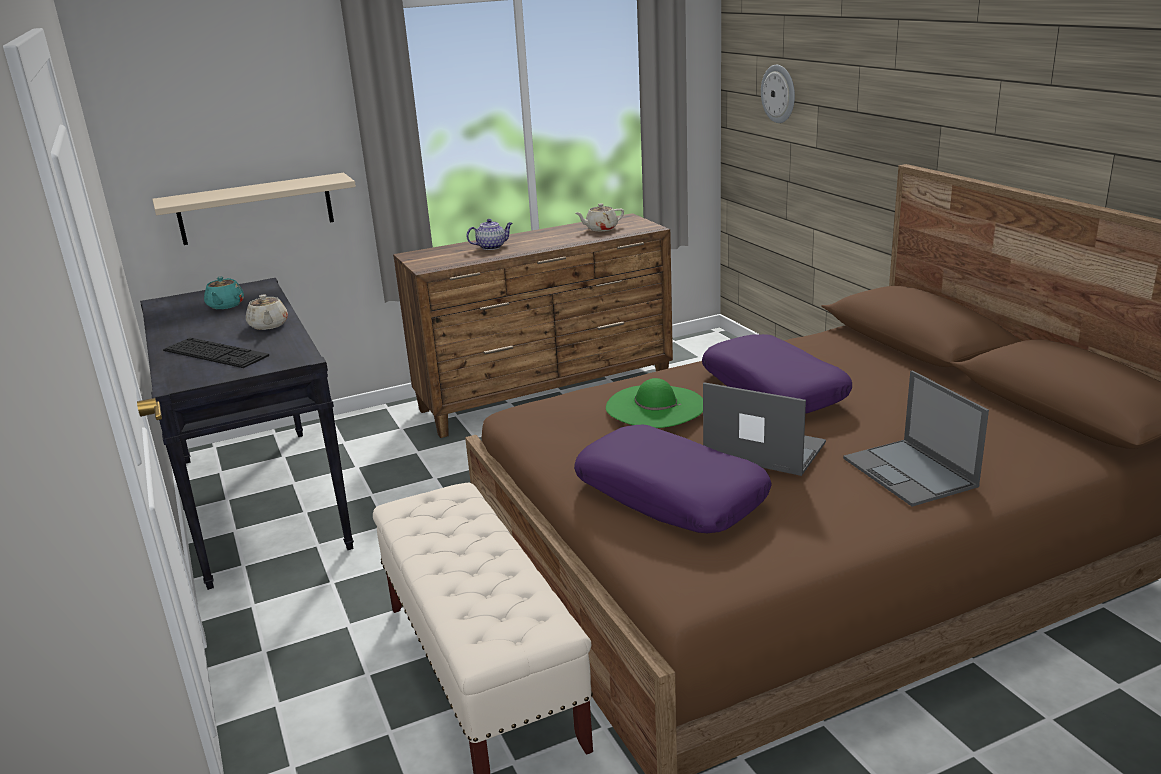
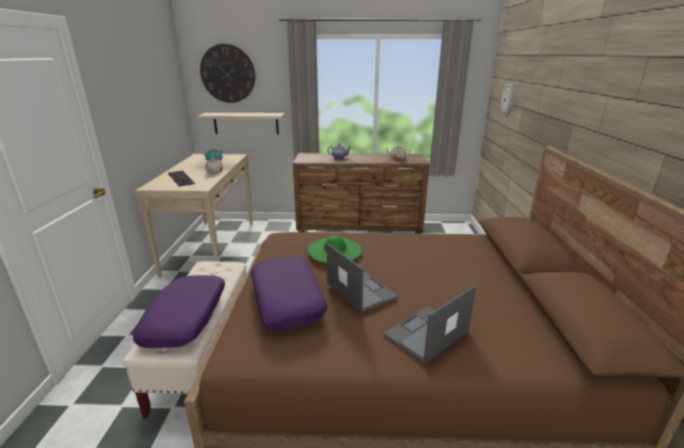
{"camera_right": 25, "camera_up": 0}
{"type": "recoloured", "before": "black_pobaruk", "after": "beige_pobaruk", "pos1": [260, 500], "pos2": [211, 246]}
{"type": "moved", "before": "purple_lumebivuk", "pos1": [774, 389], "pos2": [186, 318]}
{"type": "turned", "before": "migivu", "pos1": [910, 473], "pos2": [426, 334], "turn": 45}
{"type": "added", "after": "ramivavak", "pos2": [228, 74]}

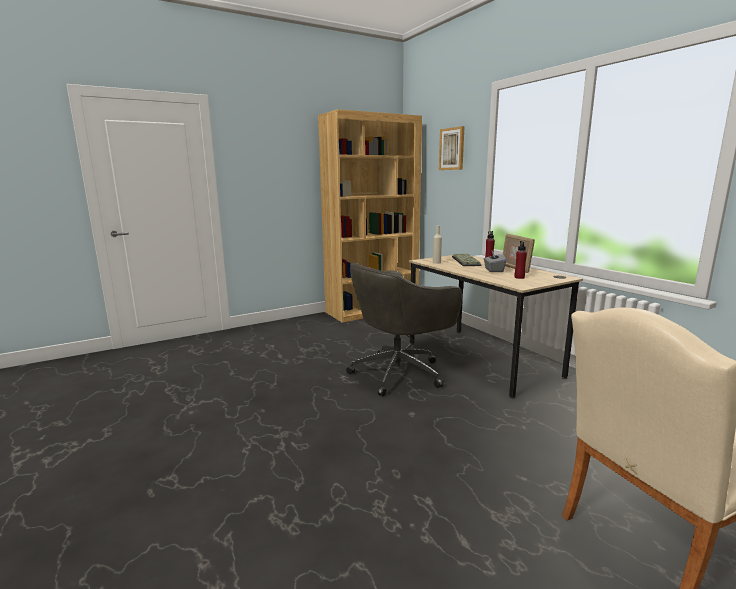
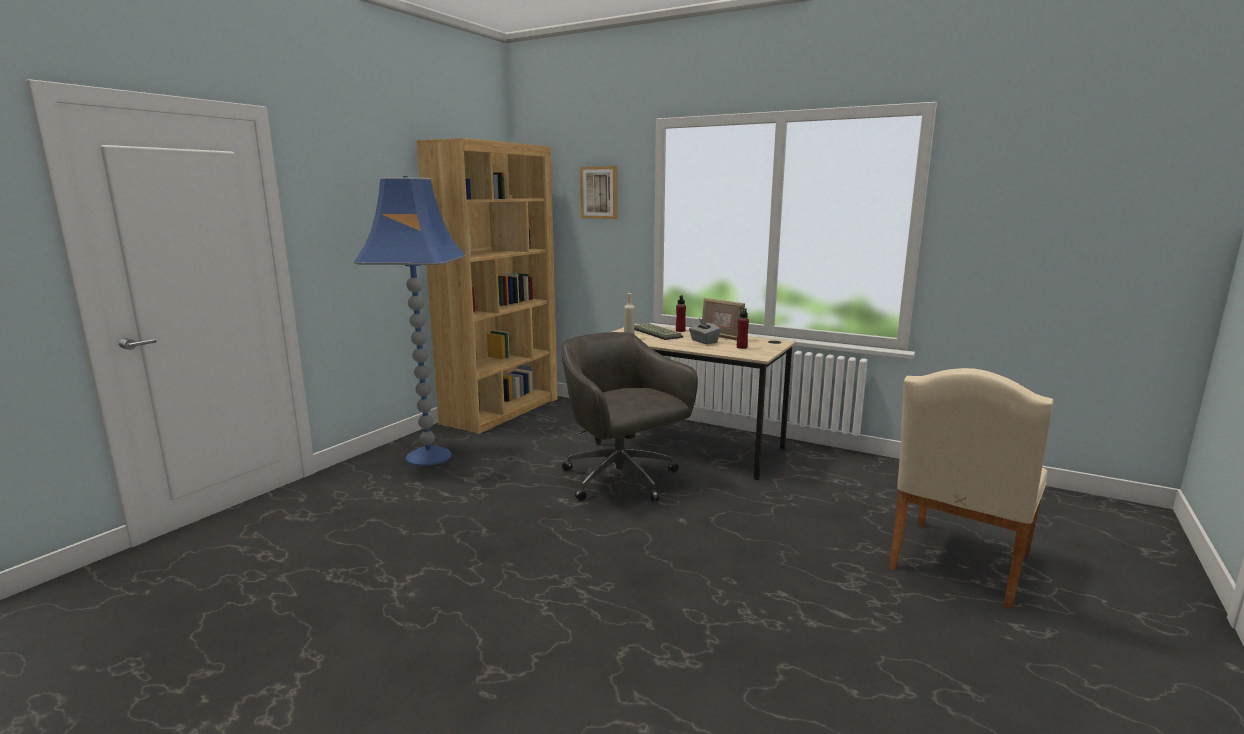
{"camera_right": -30, "camera_up": 0}
{"type": "turned", "before": "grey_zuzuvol", "pos1": [400, 373], "pos2": [622, 480], "turn": 120}
{"type": "added", "after": "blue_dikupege", "pos2": [429, 457]}

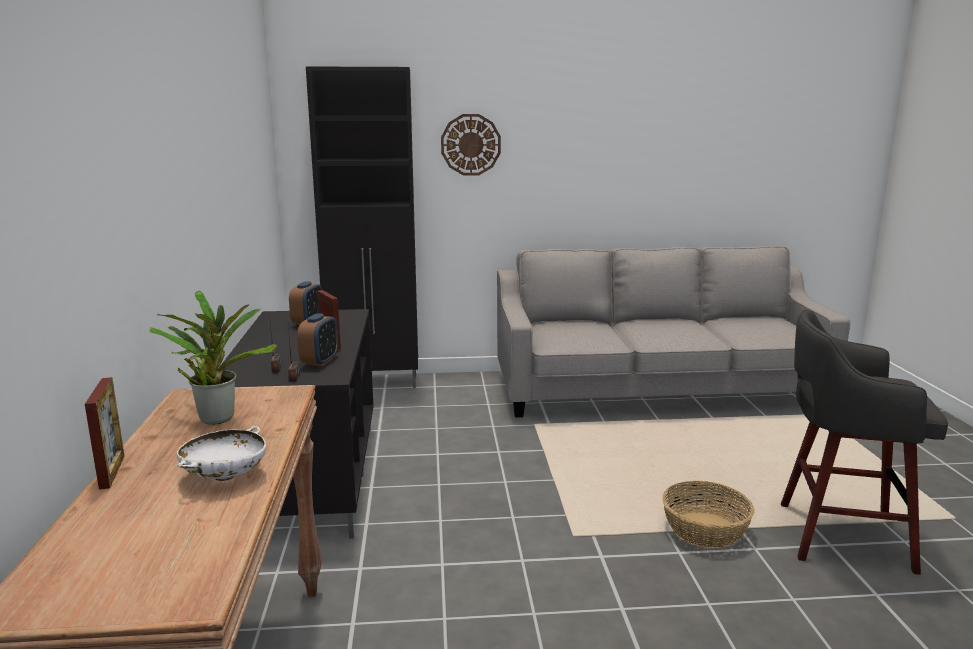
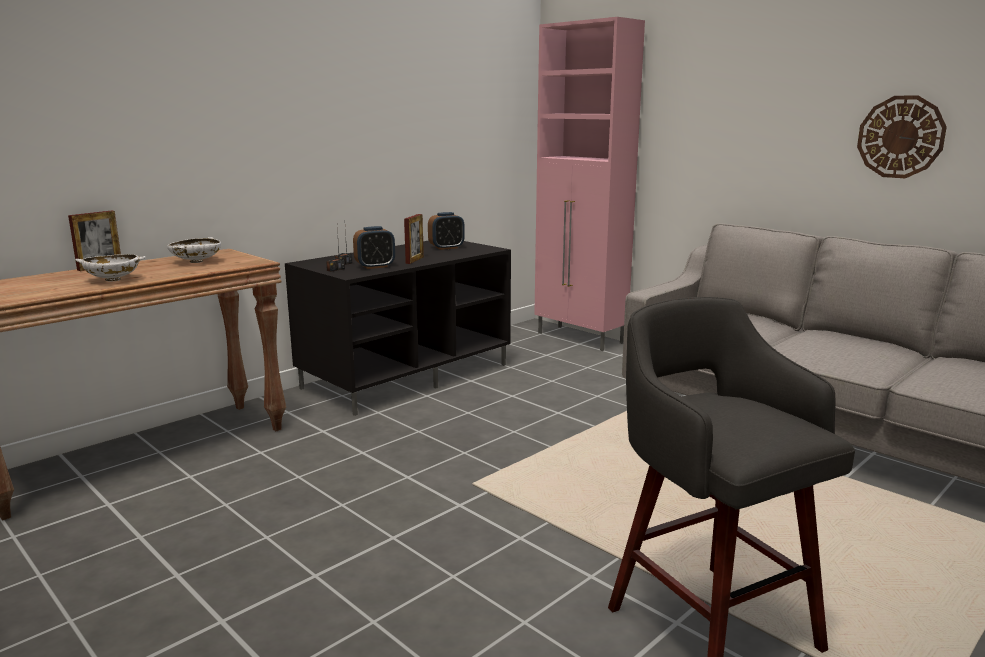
{"camera_right": 50, "camera_up": 0}
{"type": "recoloured", "before": "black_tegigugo", "after": "pink_tegigugo", "pos1": [375, 383], "pos2": [580, 338]}
{"type": "moved", "before": "ramivavak", "pos1": [470, 144], "pos2": [900, 137]}
{"type": "replaced", "before": "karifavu", "after": "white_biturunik", "pos1": [217, 417], "pos2": [196, 262]}
{"type": "removed", "before": "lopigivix", "pos1": [705, 530]}

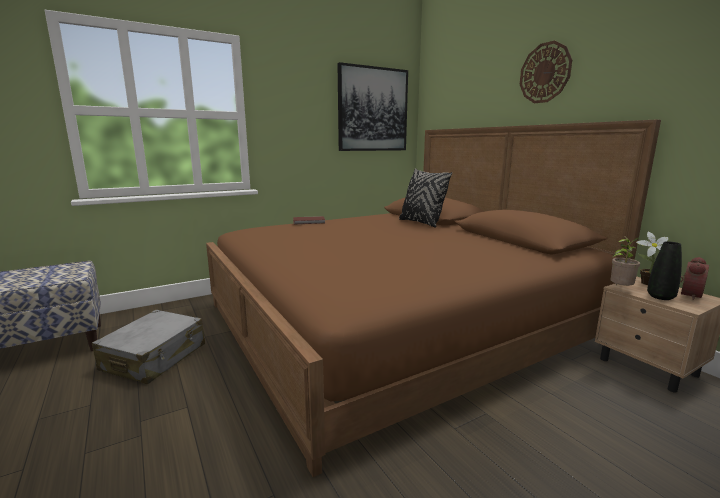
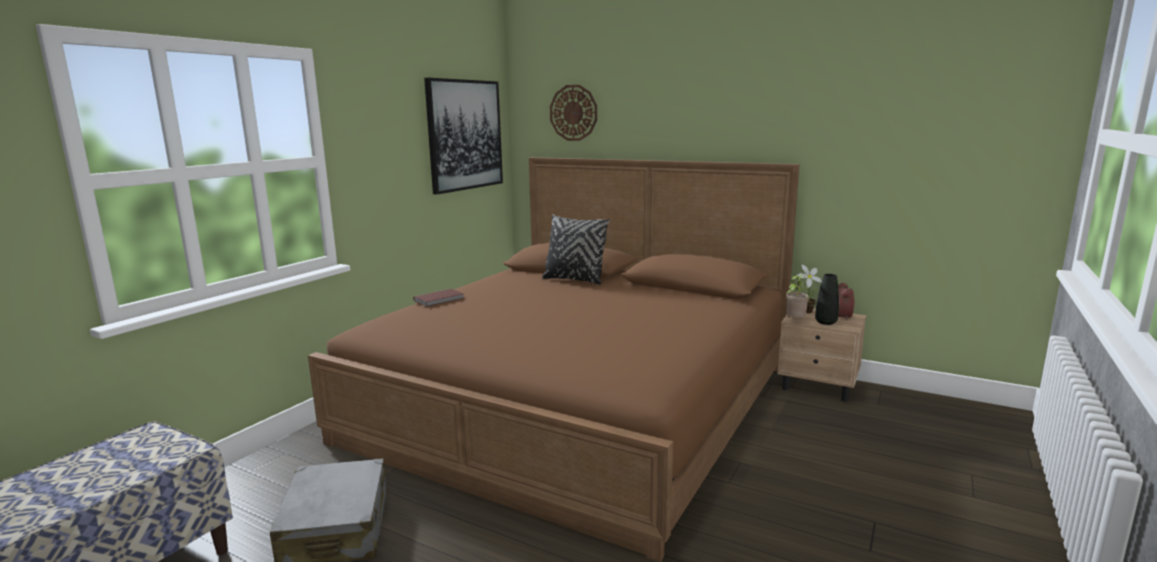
{"camera_right": -30, "camera_up": 0}
{"type": "moved", "before": "ramivavak", "pos1": [545, 73], "pos2": [573, 113]}

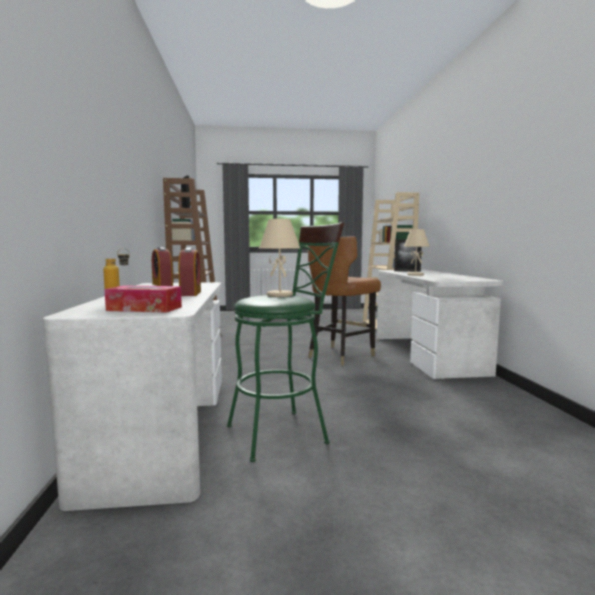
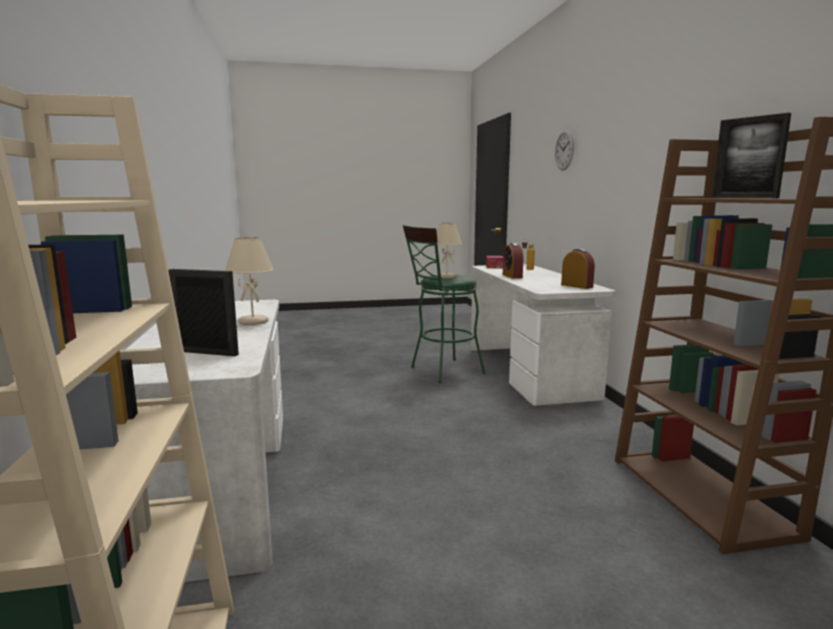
{"camera_right": 175, "camera_up": 5}
{"type": "removed", "before": "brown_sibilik", "pos1": [340, 356]}
{"type": "added", "after": "ramivavak", "pos2": [564, 150]}

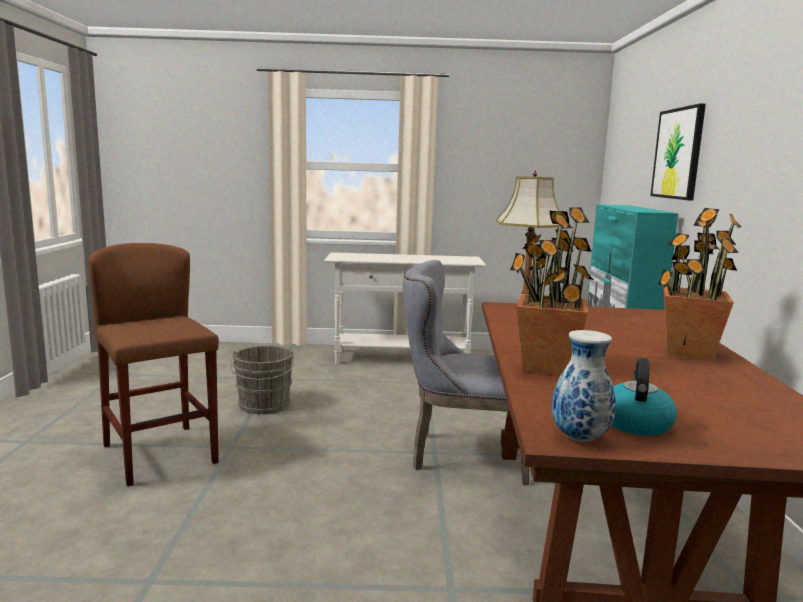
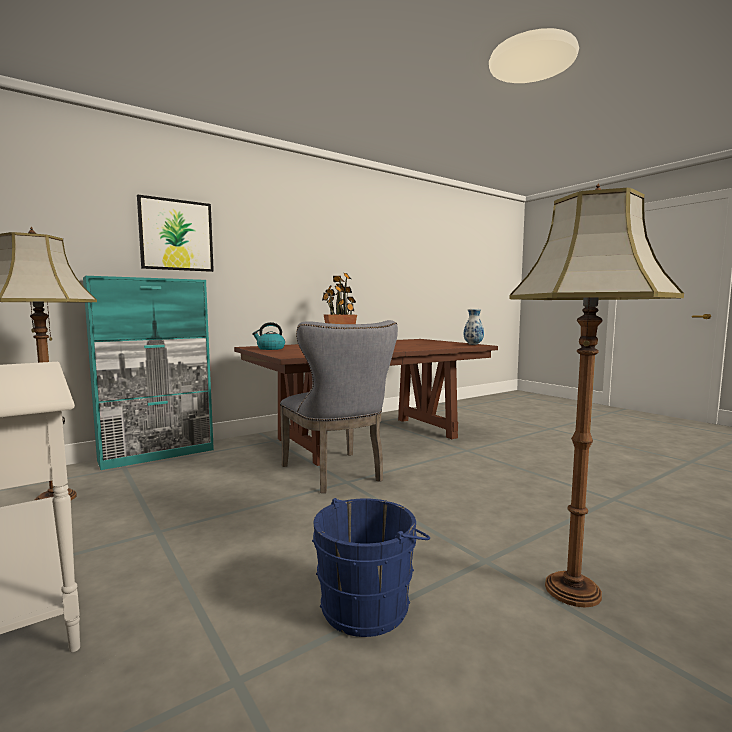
{"camera_right": -125, "camera_up": -5}
{"type": "removed", "before": "karifavu", "pos1": [546, 367]}
{"type": "replaced", "before": "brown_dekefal", "after": "dikupege", "pos1": [160, 454], "pos2": [573, 591]}
{"type": "recoloured", "before": "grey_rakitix", "after": "blue_rakitix", "pos1": [264, 406], "pos2": [369, 605]}
{"type": "moved", "before": "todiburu", "pos1": [635, 423], "pos2": [270, 348]}

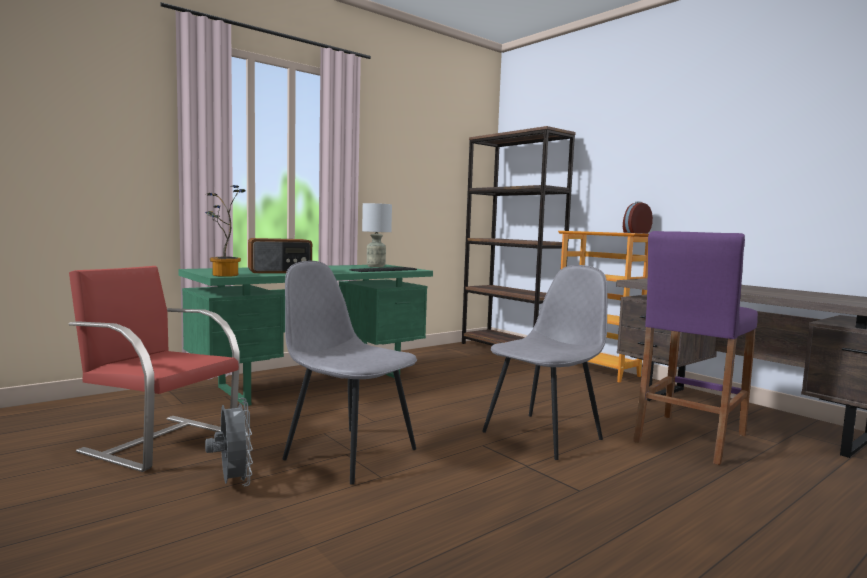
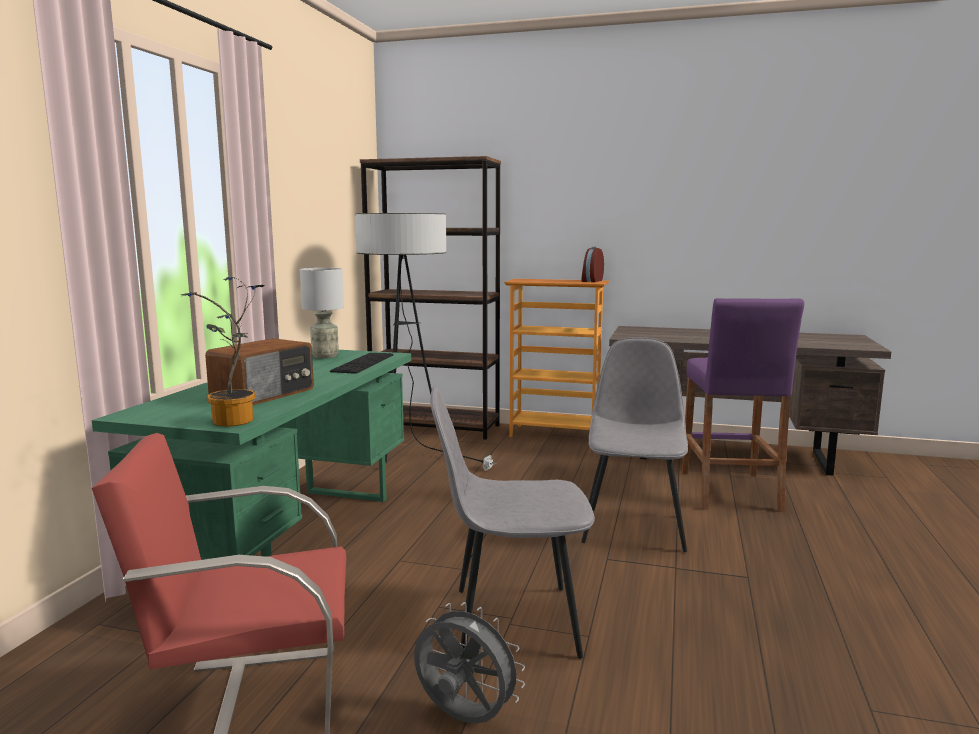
{"camera_right": -35, "camera_up": 5}
{"type": "added", "after": "dikupege", "pos2": [410, 458]}

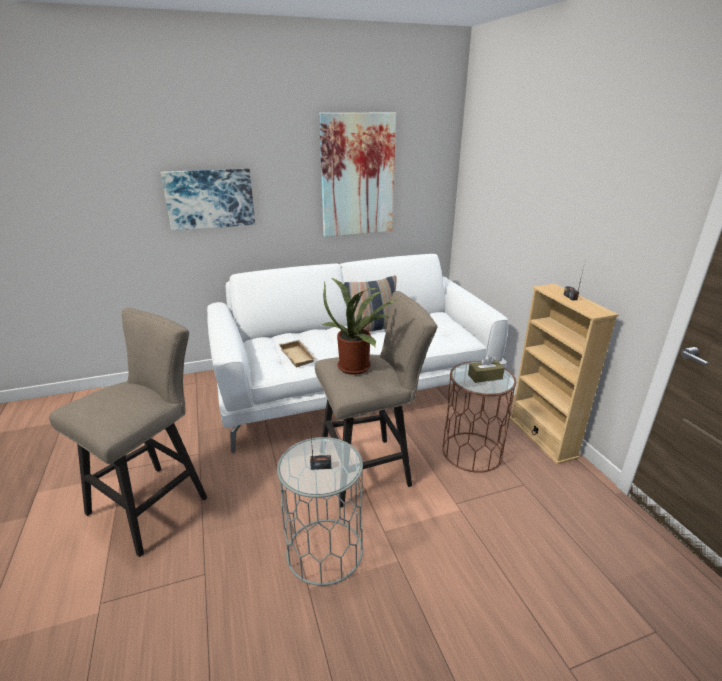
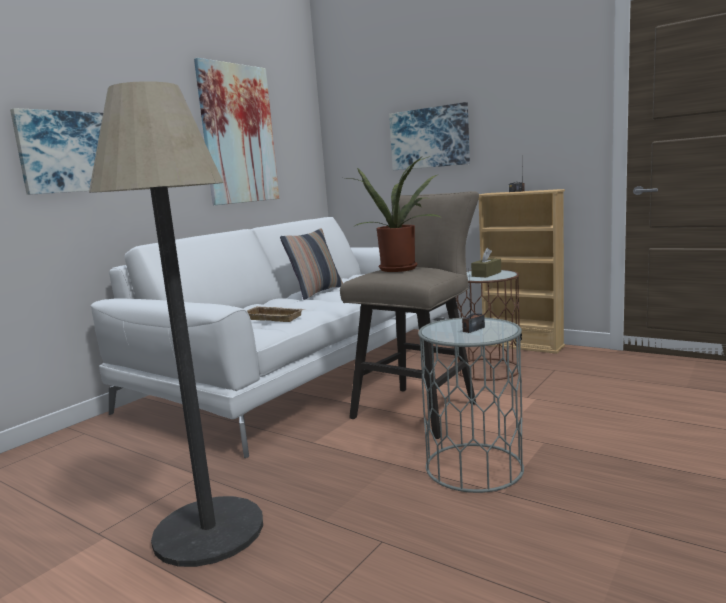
{"camera_right": -35, "camera_up": -15}
{"type": "replaced", "before": "beige_dekefal", "after": "dikupege", "pos1": [156, 502], "pos2": [209, 530]}
{"type": "added", "after": "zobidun", "pos2": [429, 138]}

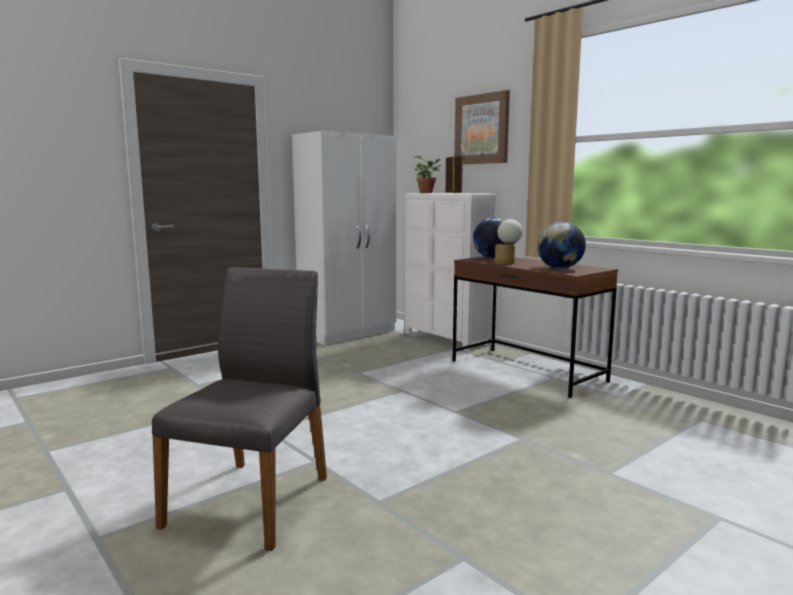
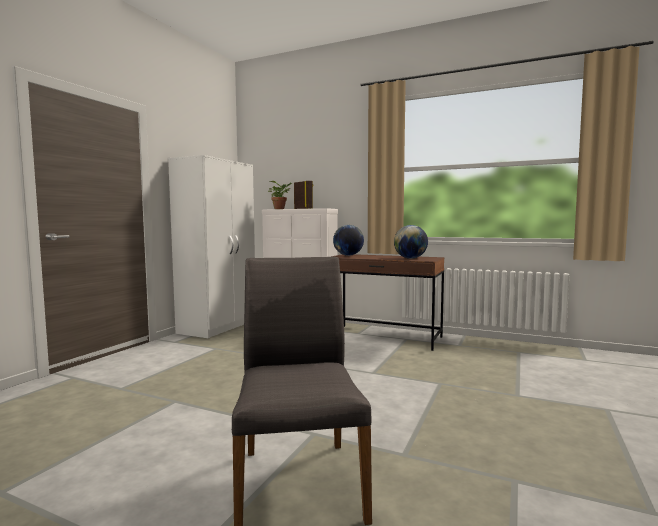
{"camera_right": -25, "camera_up": -5}
{"type": "removed", "before": "zobidun", "pos1": [482, 129]}
{"type": "removed", "before": "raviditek", "pos1": [507, 263]}

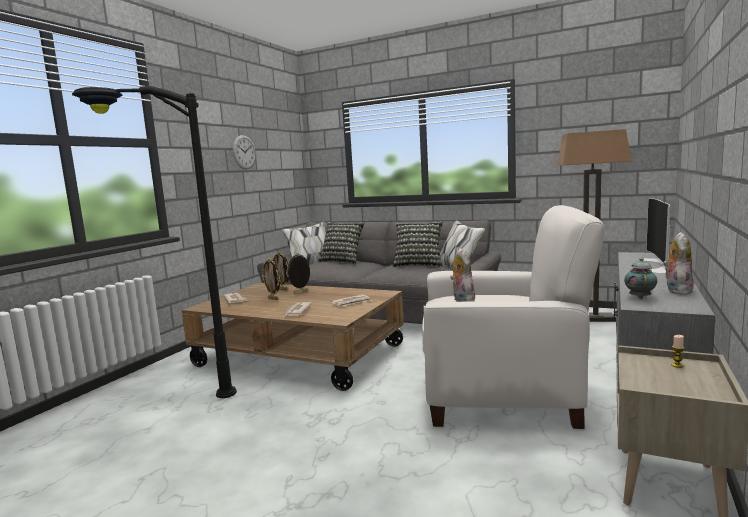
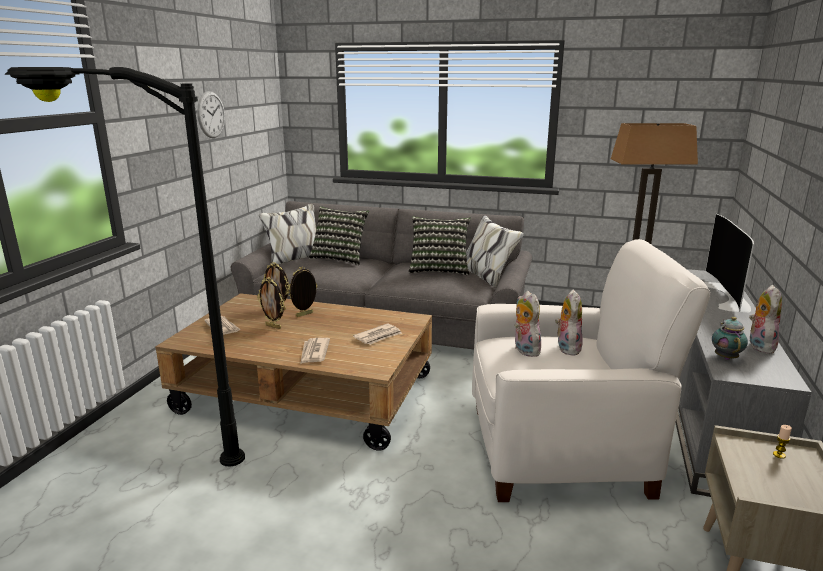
{"camera_right": -10, "camera_up": 10}
{"type": "added", "after": "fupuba", "pos2": [566, 348]}

